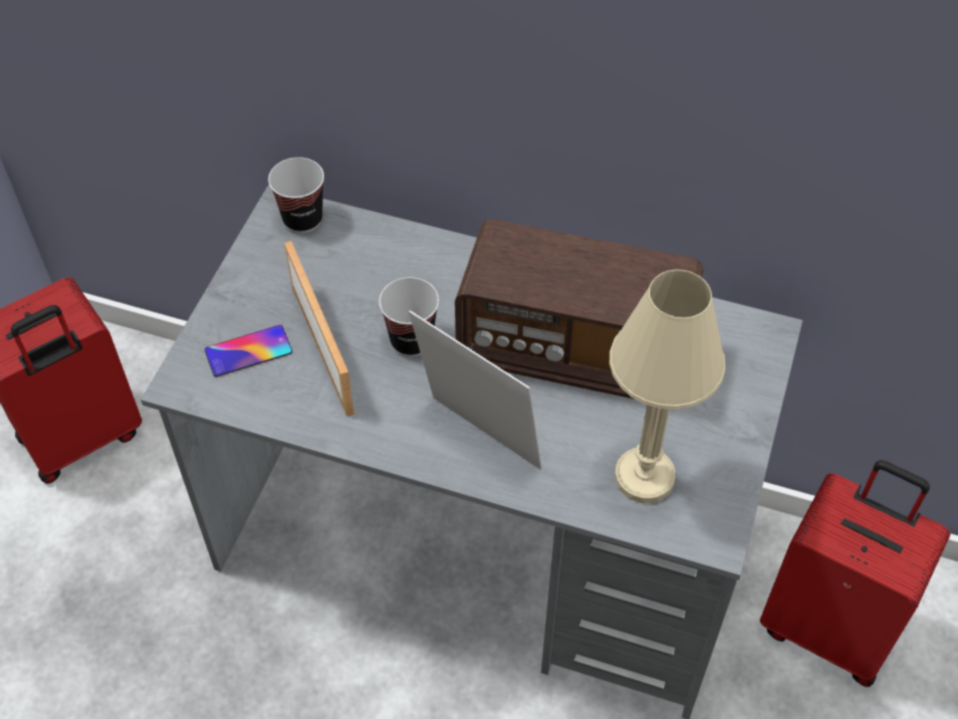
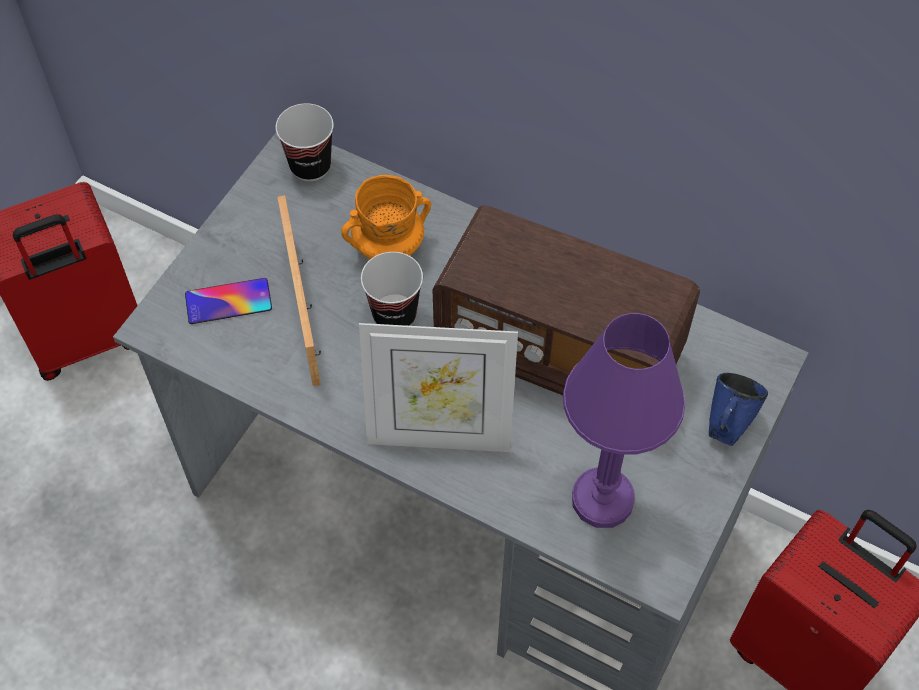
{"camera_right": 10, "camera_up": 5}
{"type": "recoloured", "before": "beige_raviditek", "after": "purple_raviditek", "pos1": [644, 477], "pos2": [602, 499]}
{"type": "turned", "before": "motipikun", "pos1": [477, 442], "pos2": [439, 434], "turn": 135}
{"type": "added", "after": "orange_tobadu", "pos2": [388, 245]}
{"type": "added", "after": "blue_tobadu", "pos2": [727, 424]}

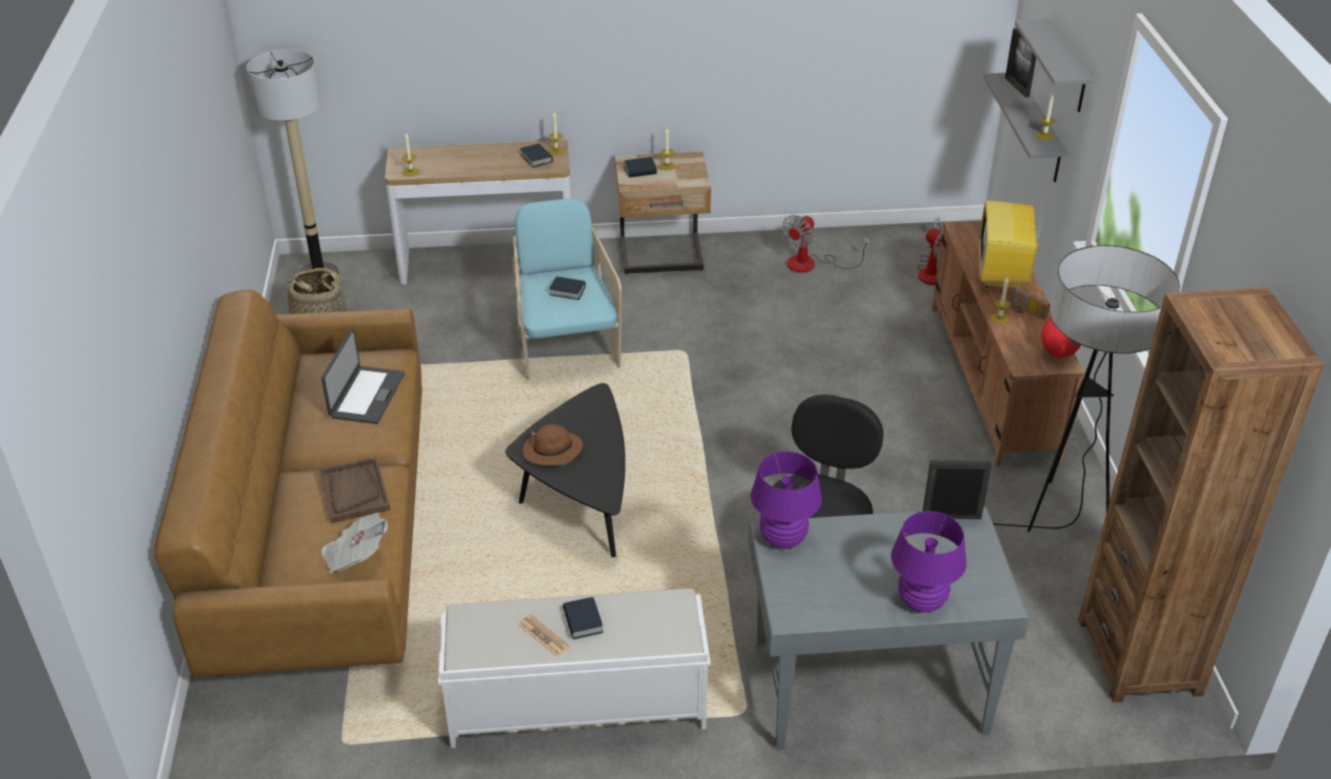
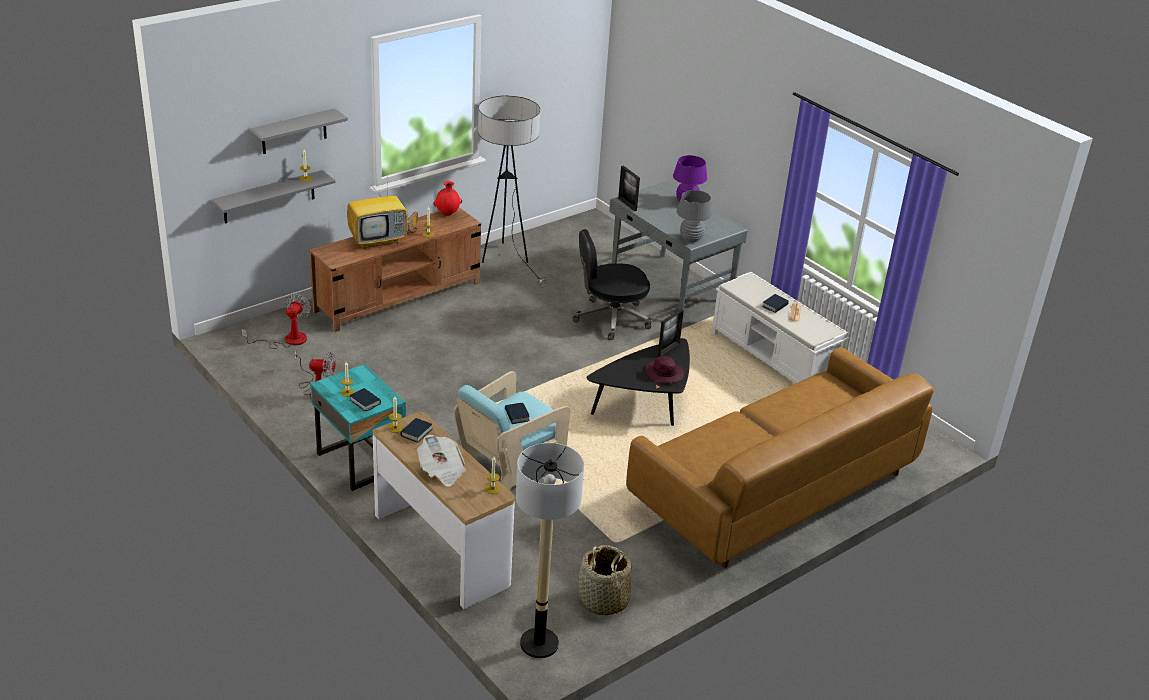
{"camera_right": -125, "camera_up": -5}
{"type": "moved", "before": "motipikun", "pos1": [1017, 87], "pos2": [668, 349]}
{"type": "recoloured", "before": "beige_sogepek", "after": "turquoise_sogepek", "pos1": [662, 257], "pos2": [360, 462]}
{"type": "removed", "before": "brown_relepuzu", "pos1": [1139, 656]}
{"type": "removed", "before": "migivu", "pos1": [366, 395]}
{"type": "recoloured", "before": "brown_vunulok", "after": "purple_vunulok", "pos1": [551, 452], "pos2": [665, 374]}
{"type": "recoloured", "before": "purple_raviditek", "after": "grey_raviditek", "pos1": [783, 539], "pos2": [691, 239]}
{"type": "removed", "before": "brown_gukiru", "pos1": [354, 492]}
{"type": "moved", "before": "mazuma", "pos1": [355, 556], "pos2": [441, 471]}

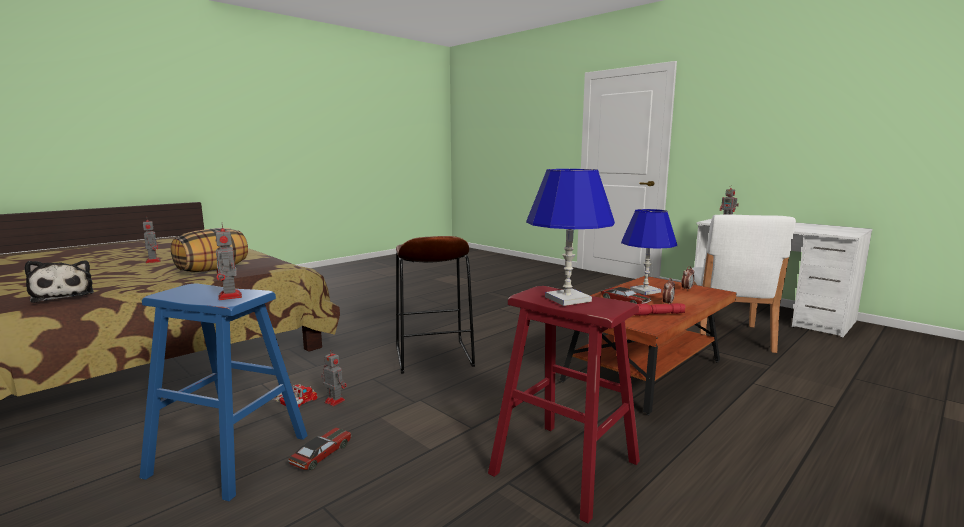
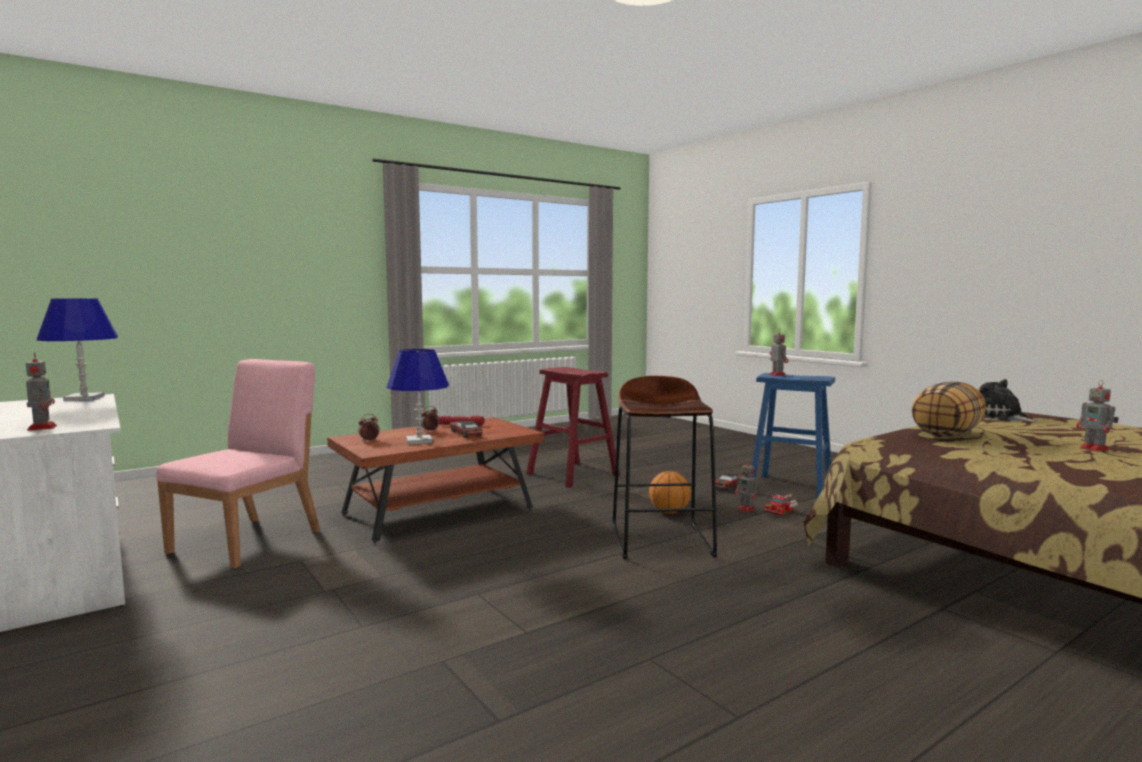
{"camera_right": -170, "camera_up": -5}
{"type": "moved", "before": "blue_raviditek", "pos1": [567, 299], "pos2": [84, 398]}
{"type": "recoloured", "before": "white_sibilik", "after": "pink_sibilik", "pos1": [727, 336], "pos2": [248, 540]}
{"type": "added", "after": "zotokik", "pos2": [669, 512]}

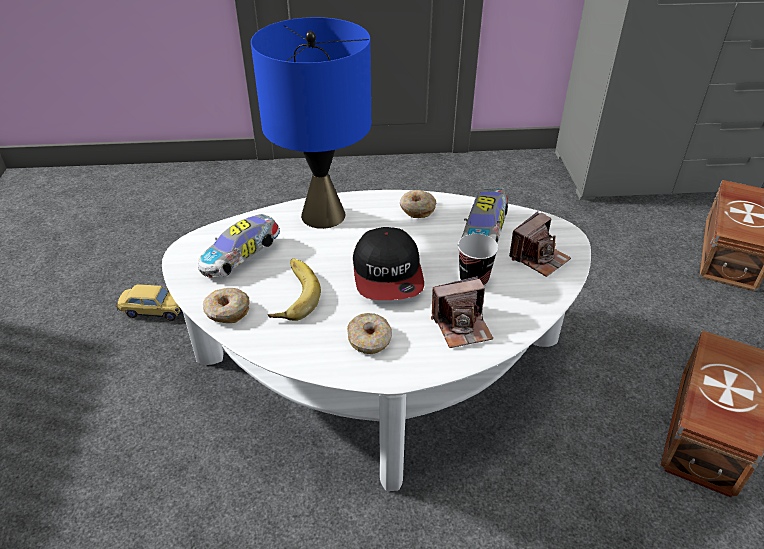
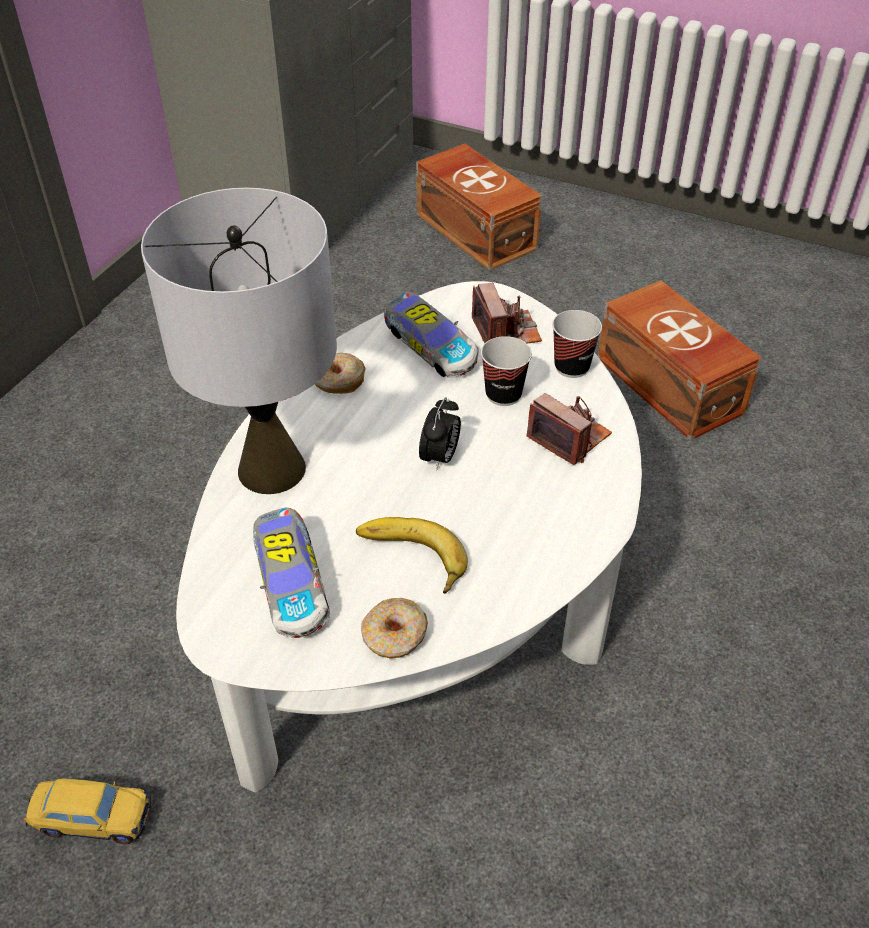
{"camera_right": -60, "camera_up": 5}
{"type": "recoloured", "before": "blue_raviditek", "after": "grey_raviditek", "pos1": [323, 215], "pos2": [271, 468]}
{"type": "replaced", "before": "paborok", "after": "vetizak", "pos1": [388, 274], "pos2": [440, 457]}
{"type": "turned", "before": "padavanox", "pos1": [461, 326], "pos2": [569, 437], "turn": -60}
{"type": "turned", "before": "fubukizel", "pos1": [154, 310], "pos2": [92, 818], "turn": 60}
{"type": "removed", "before": "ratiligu", "pos1": [369, 340]}
{"type": "added", "after": "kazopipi", "pos2": [572, 367]}

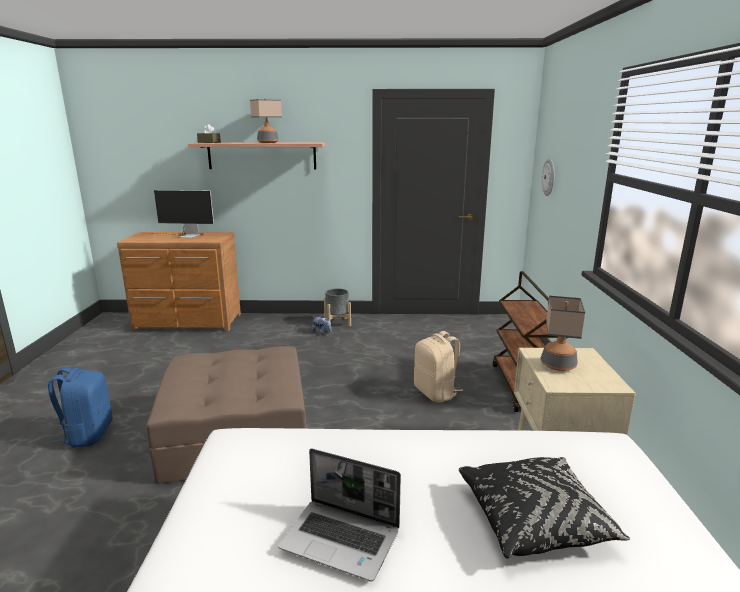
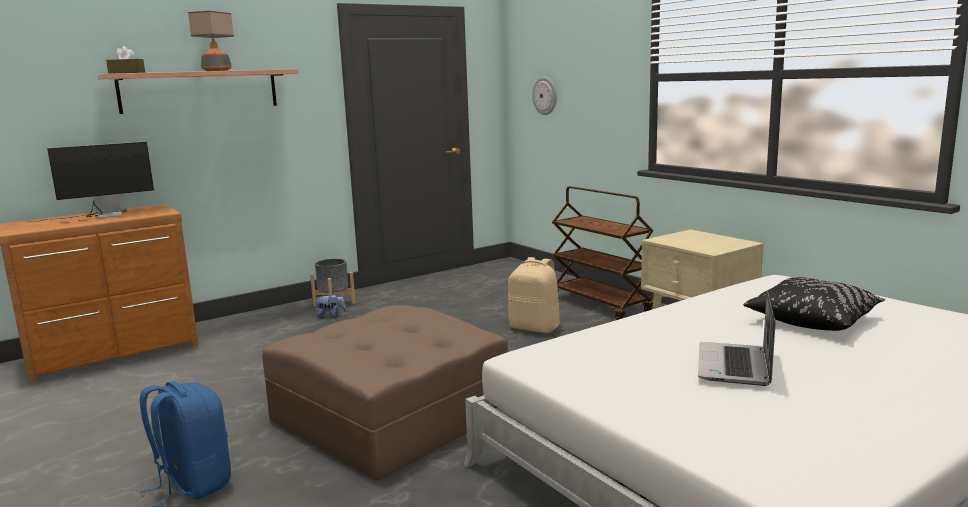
{"camera_right": -35, "camera_up": -5}
{"type": "removed", "before": "raviditek", "pos1": [558, 365]}
{"type": "turned", "before": "migivu", "pos1": [342, 539], "pos2": [735, 366], "turn": 120}

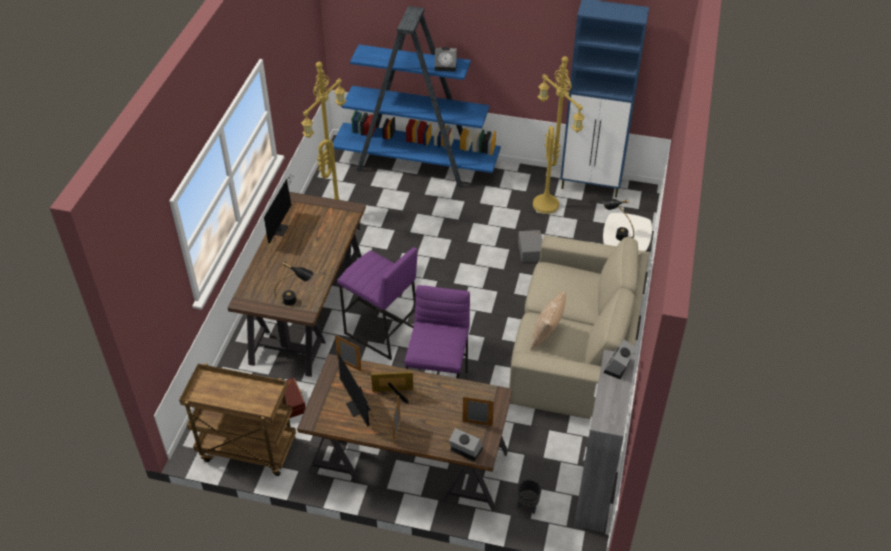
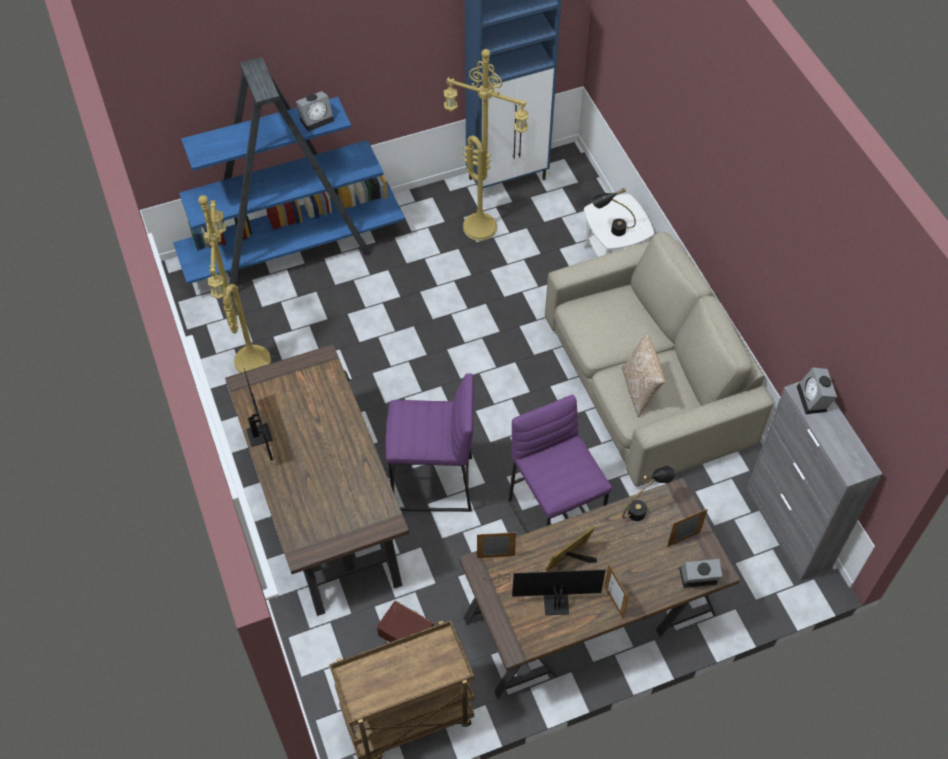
{"camera_right": -35, "camera_up": 10}
{"type": "removed", "before": "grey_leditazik", "pos1": [531, 251]}
{"type": "moved", "before": "black_raviditek", "pos1": [296, 301], "pos2": [643, 509]}
{"type": "turned", "before": "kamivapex", "pos1": [358, 409], "pos2": [551, 602], "turn": 150}
{"type": "removed", "before": "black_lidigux", "pos1": [527, 506]}

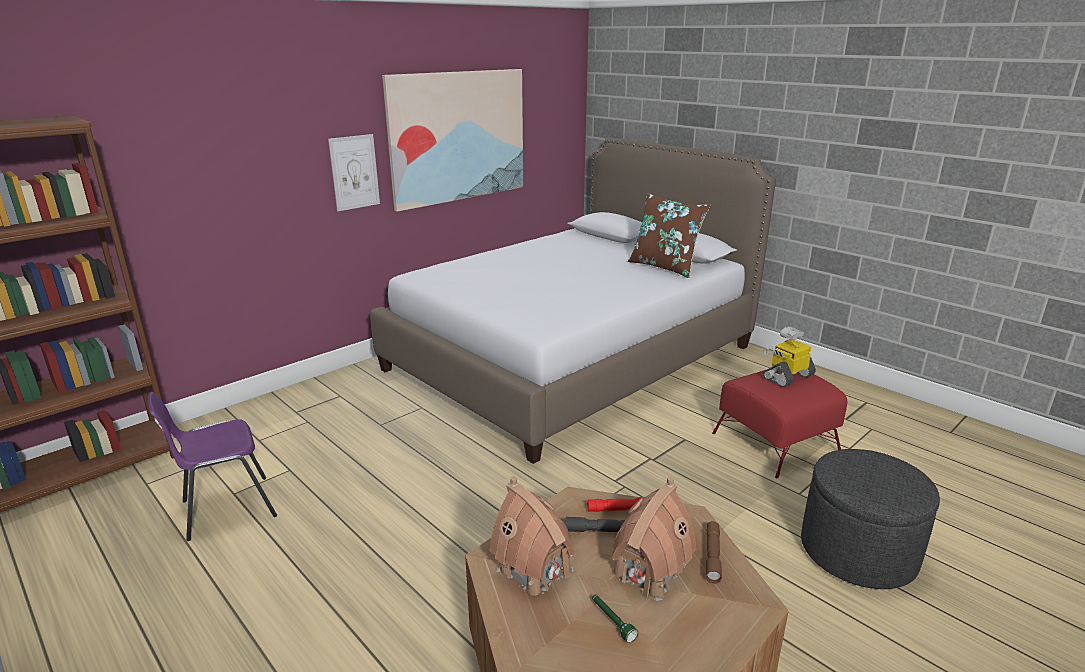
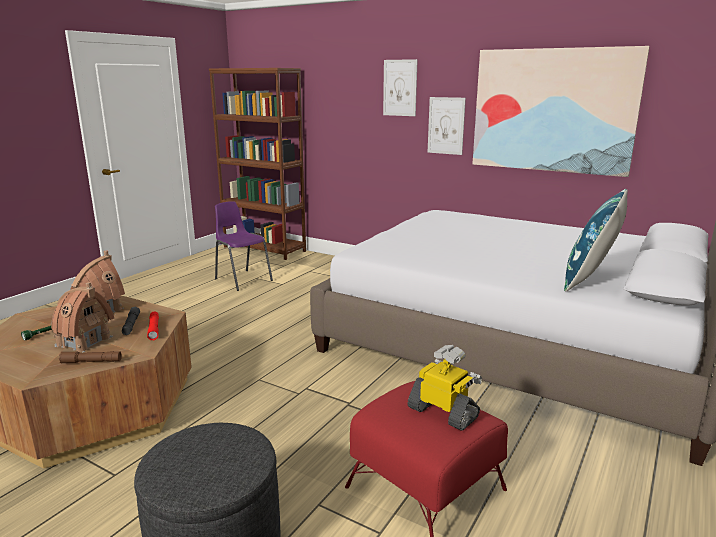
{"camera_right": 75, "camera_up": -5}
{"type": "recoloured", "before": "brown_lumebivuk", "after": "blue_lumebivuk", "pos1": [665, 267], "pos2": [590, 279]}
{"type": "added", "after": "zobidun", "pos2": [400, 88]}

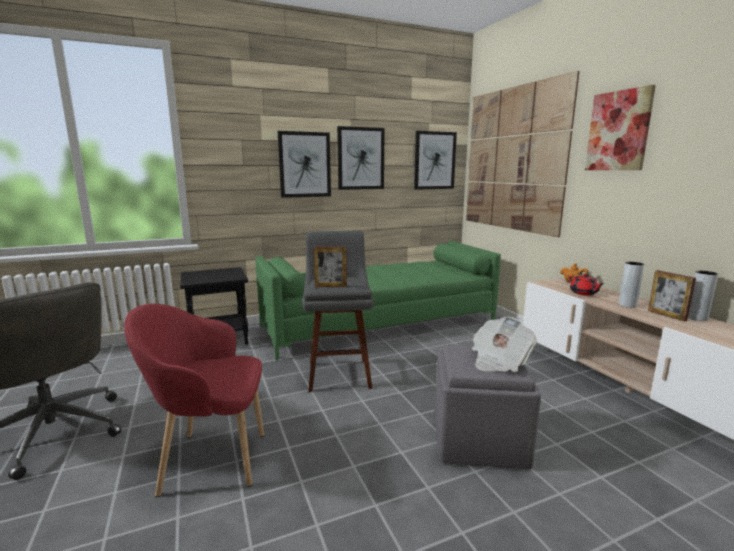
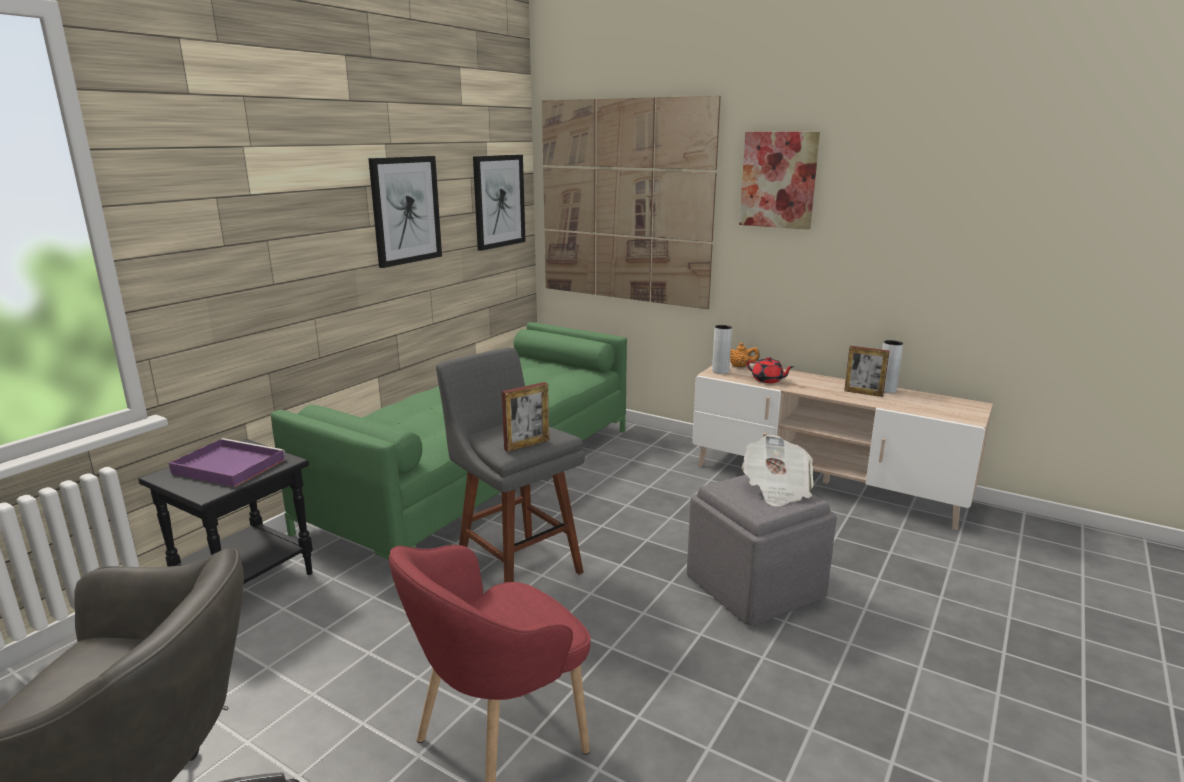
{"camera_right": -35, "camera_up": 5}
{"type": "removed", "before": "zobidun", "pos1": [304, 165]}
{"type": "moved", "before": "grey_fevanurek", "pos1": [627, 305], "pos2": [720, 371]}
{"type": "added", "after": "purple_gukiru", "pos2": [227, 466]}

